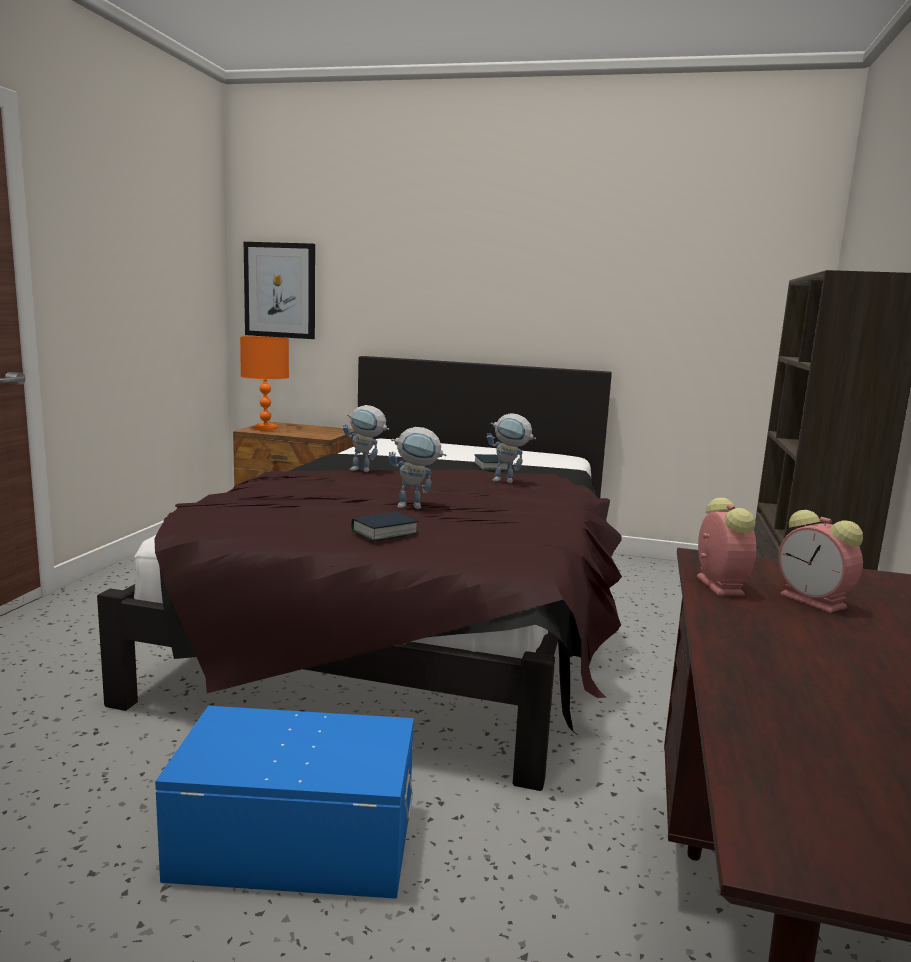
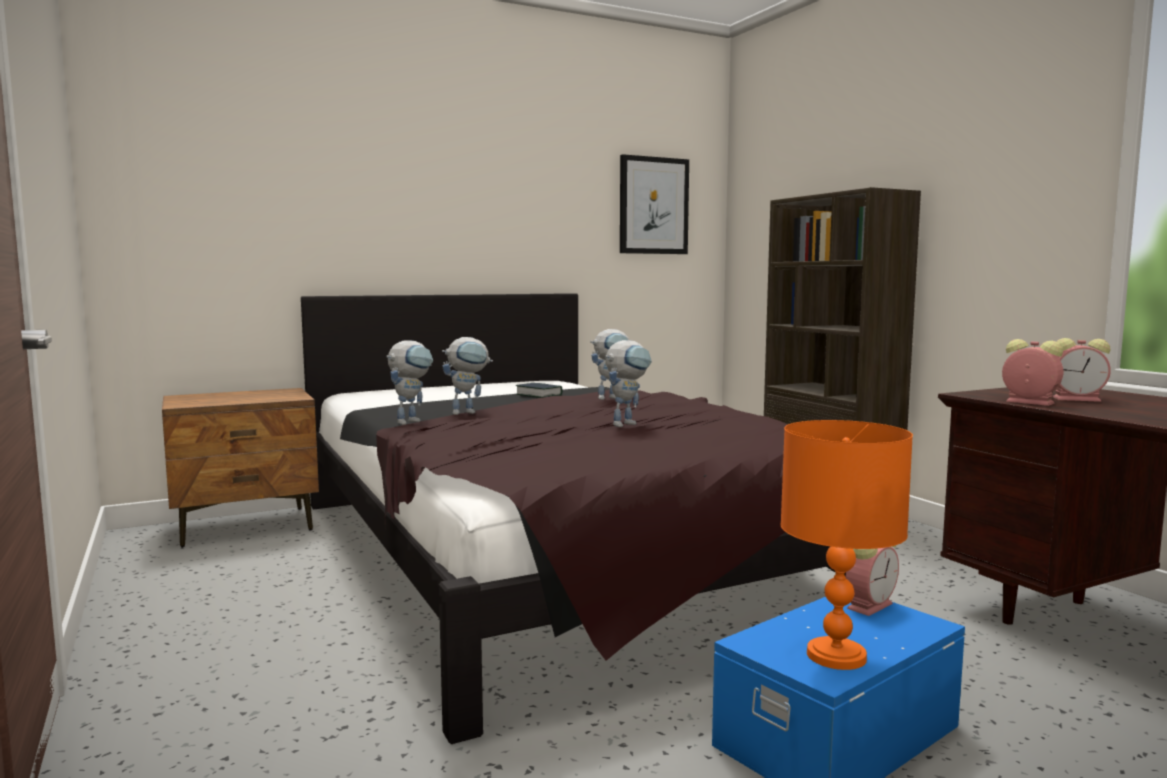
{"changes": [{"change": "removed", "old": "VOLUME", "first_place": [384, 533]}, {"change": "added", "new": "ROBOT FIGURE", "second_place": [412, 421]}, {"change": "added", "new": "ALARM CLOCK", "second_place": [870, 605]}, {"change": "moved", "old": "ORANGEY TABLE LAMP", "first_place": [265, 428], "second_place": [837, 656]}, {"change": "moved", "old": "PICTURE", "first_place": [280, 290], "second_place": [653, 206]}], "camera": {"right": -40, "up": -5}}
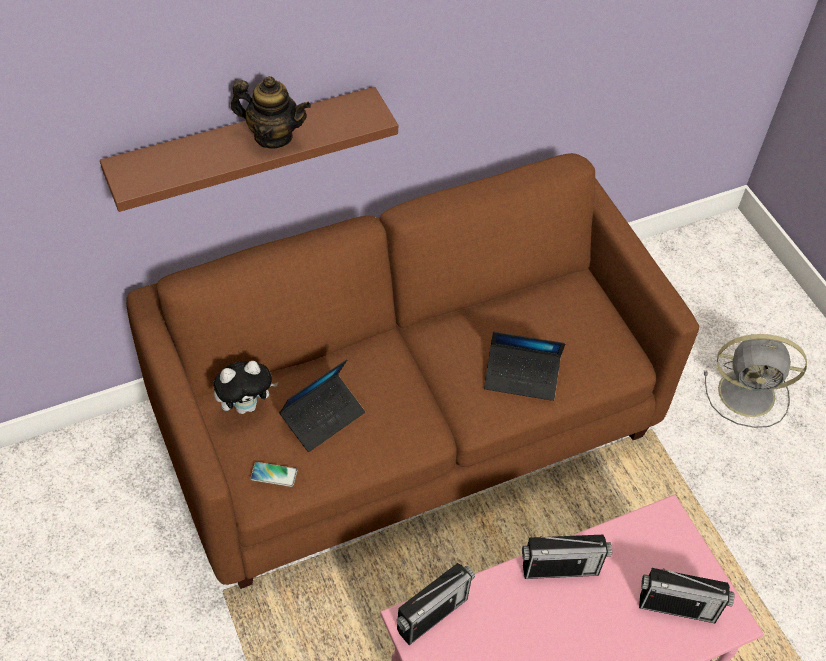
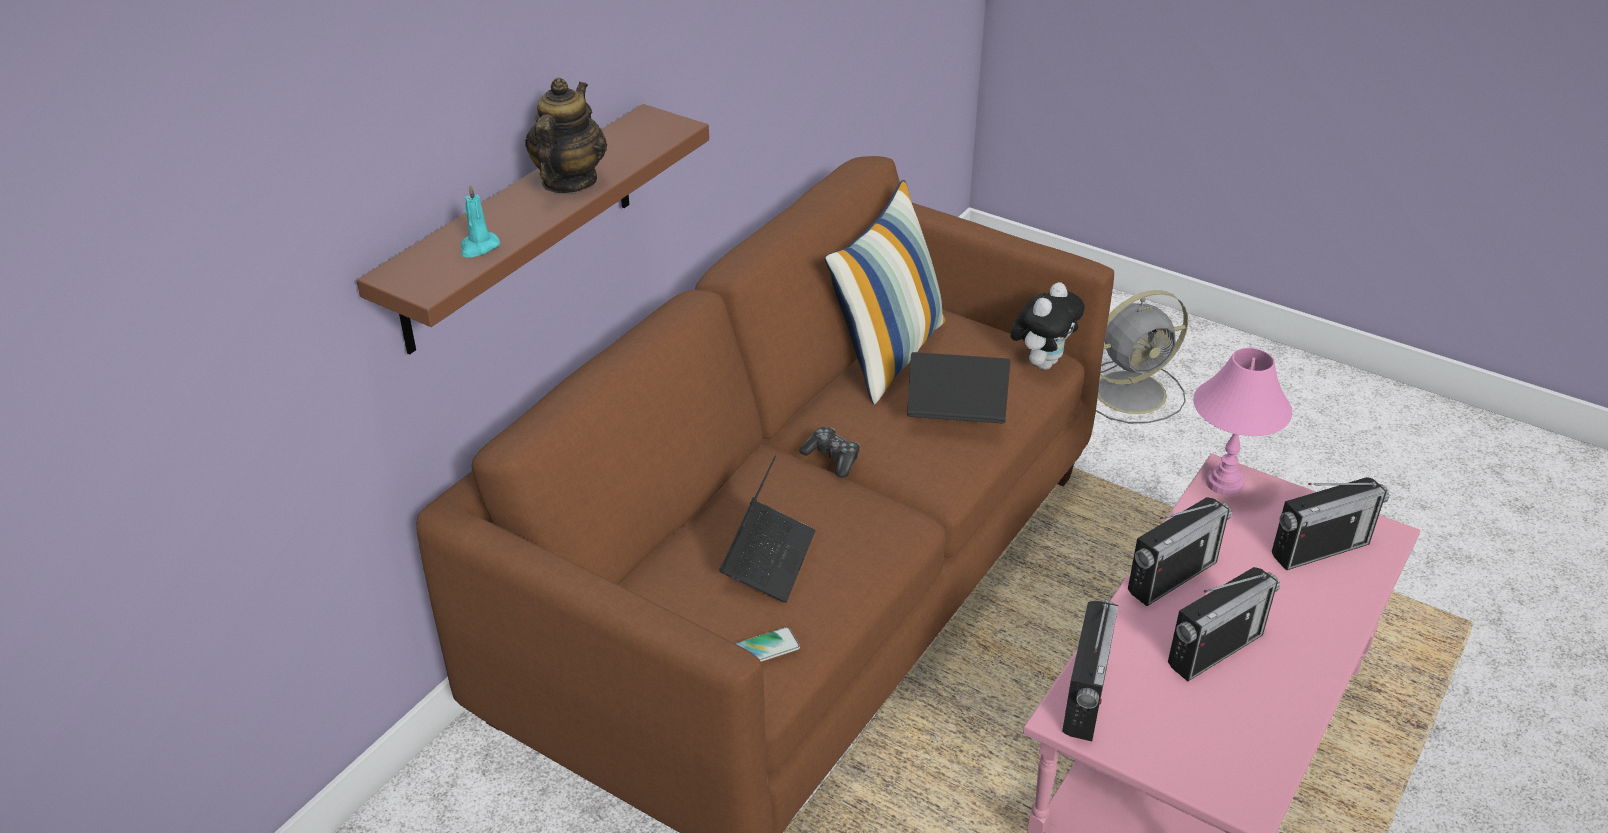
{"changes": [{"change": "added", "new": "BLUE-GREEN WAX LIGHT", "second_place": [478, 247]}, {"change": "added", "new": "GAME CONTROLLER", "second_place": [832, 458]}, {"change": "added", "new": "THROW PILLOW", "second_place": [887, 353]}, {"change": "added", "new": "RADIO", "second_place": [1215, 649]}, {"change": "added", "new": "PINK TABLE LAMP", "second_place": [1223, 483]}, {"change": "moved", "old": "PLUSH TOY", "first_place": [246, 405], "second_place": [1042, 362]}, {"change": "turned", "old": "TEA POT", "first_place": [273, 136], "second_place": [568, 181], "degrees": -60}, {"change": "turned", "old": "LAPTOP", "first_place": [521, 377], "second_place": [955, 418], "degrees": -150}], "camera": {"right": -30, "up": -15}}
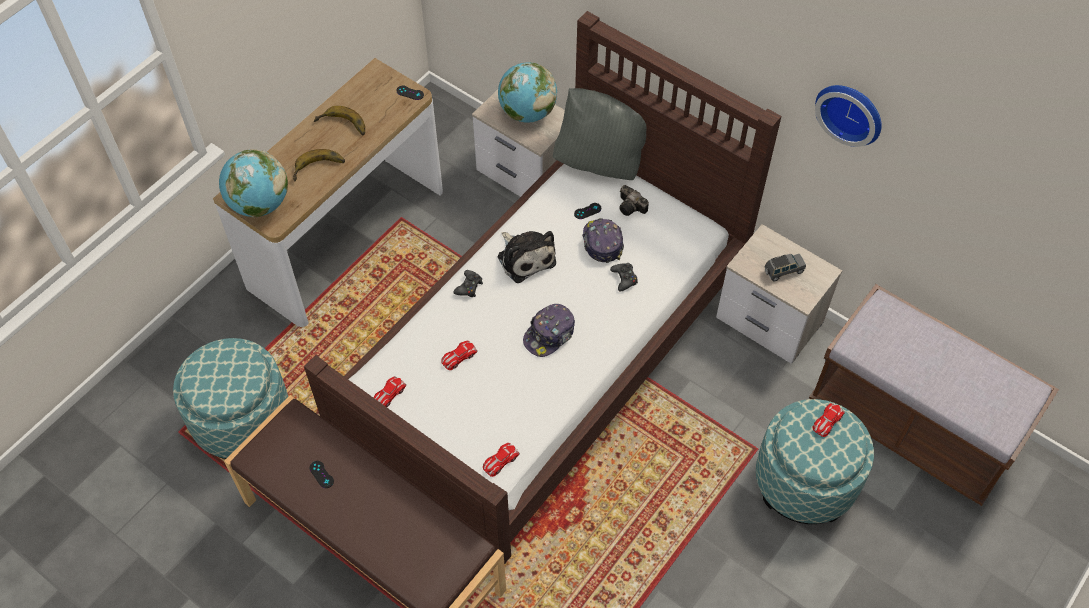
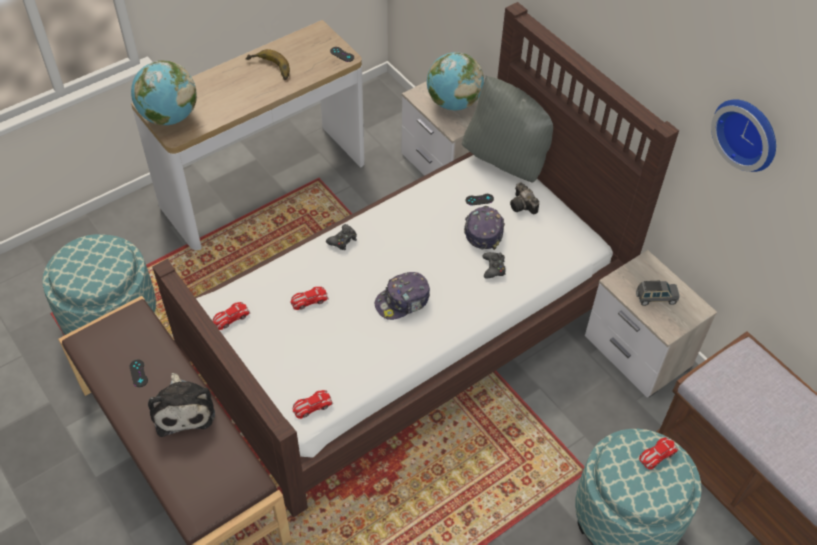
{"changes": [{"change": "removed", "old": "BANANA FRUIT", "first_place": [319, 169]}, {"change": "moved", "old": "PLUSH TOY", "first_place": [525, 257], "second_place": [183, 408]}], "camera": {"right": 15, "up": -5}}
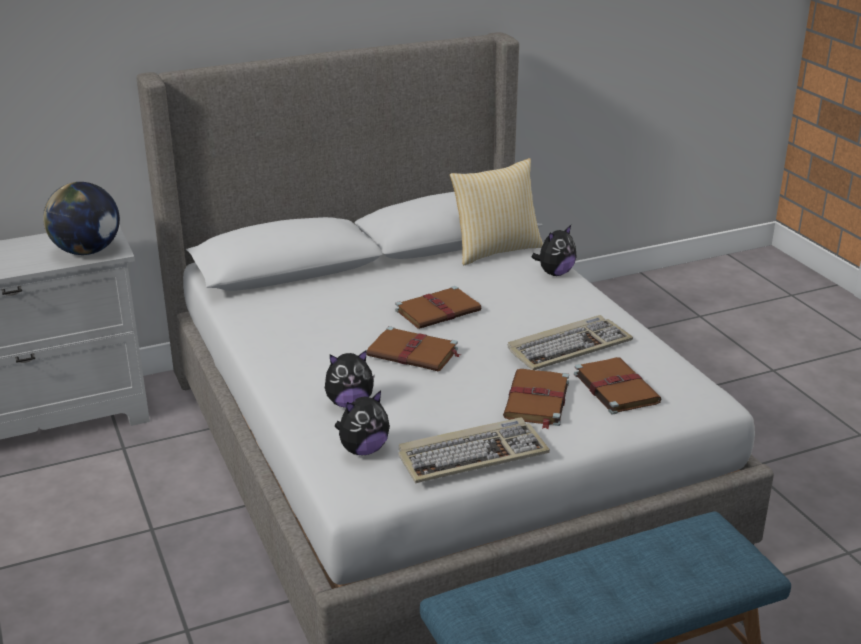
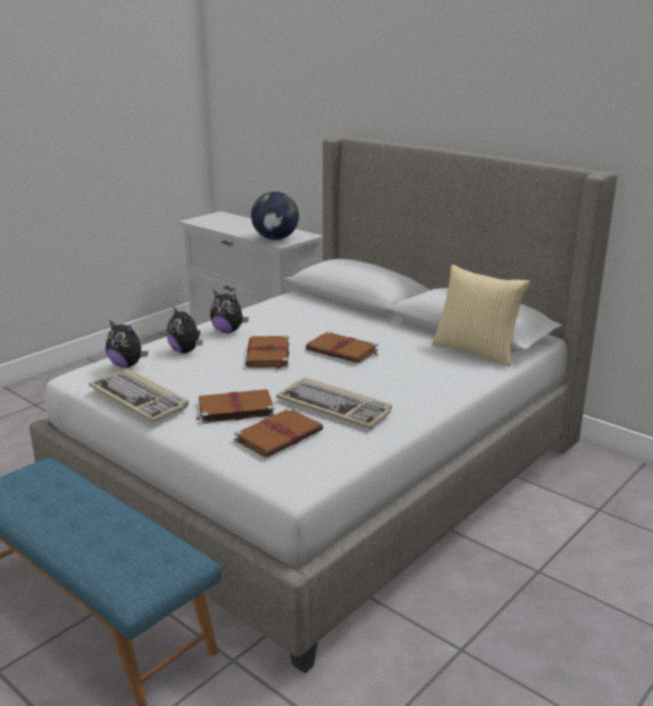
{"changes": [{"change": "moved", "old": "PLUSH TOY", "first_place": [555, 273], "second_place": [228, 331]}], "camera": {"right": 65, "up": -5}}
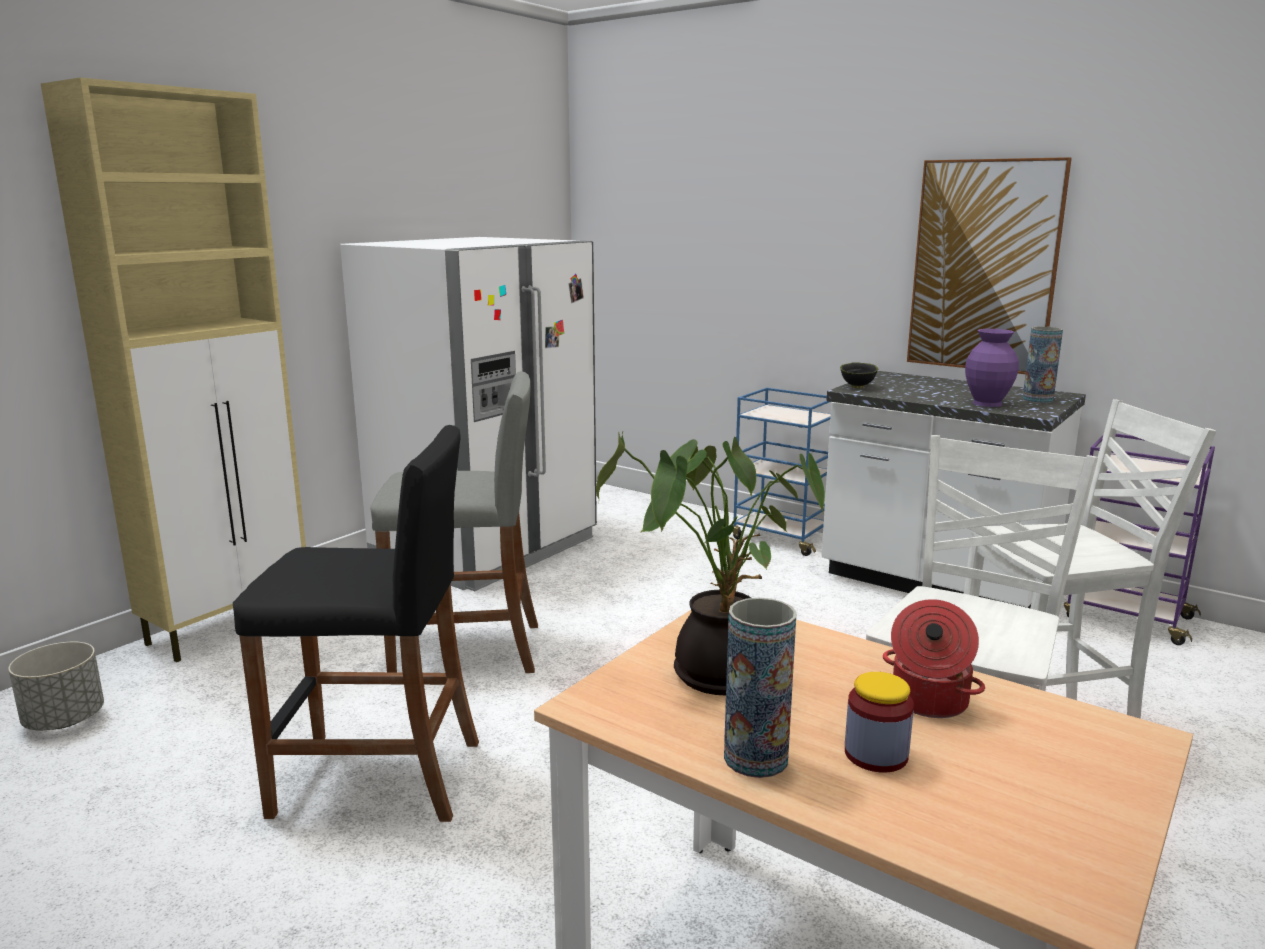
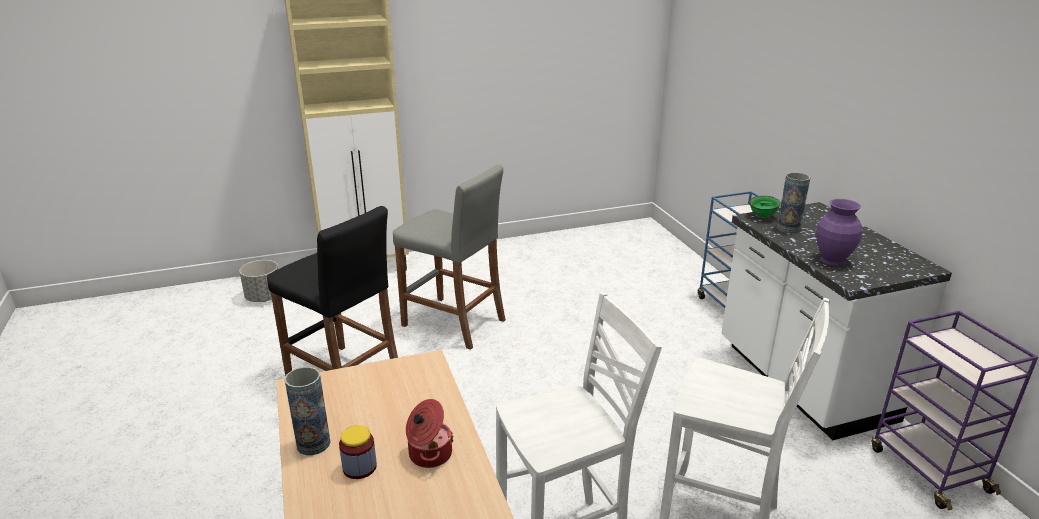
{"changes": [{"change": "removed", "old": "WHITE-COLOURED REFRIGERATOR", "first_place": [485, 549]}, {"change": "removed", "old": "HOUSEPLANT", "first_place": [715, 671]}, {"change": "removed", "old": "PICTURE", "first_place": [984, 266]}, {"change": "moved", "old": "VASE", "first_place": [1037, 399], "second_place": [788, 228]}, {"change": "recoloured", "old": "BLACK-COLOURED DEEP DISH", "new": "GREEN DEEP DISH", "first_place": [858, 387], "second_place": [763, 217]}], "camera": {"right": 35, "up": 10}}
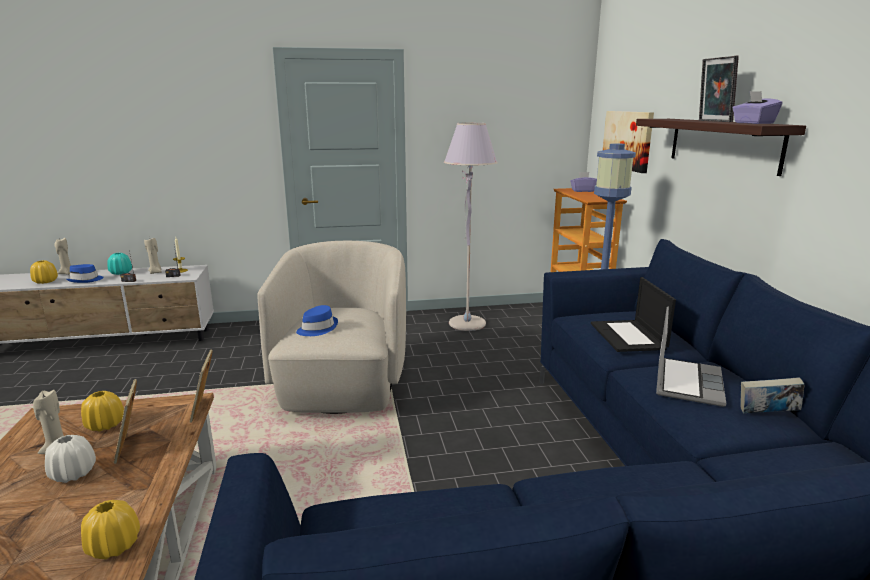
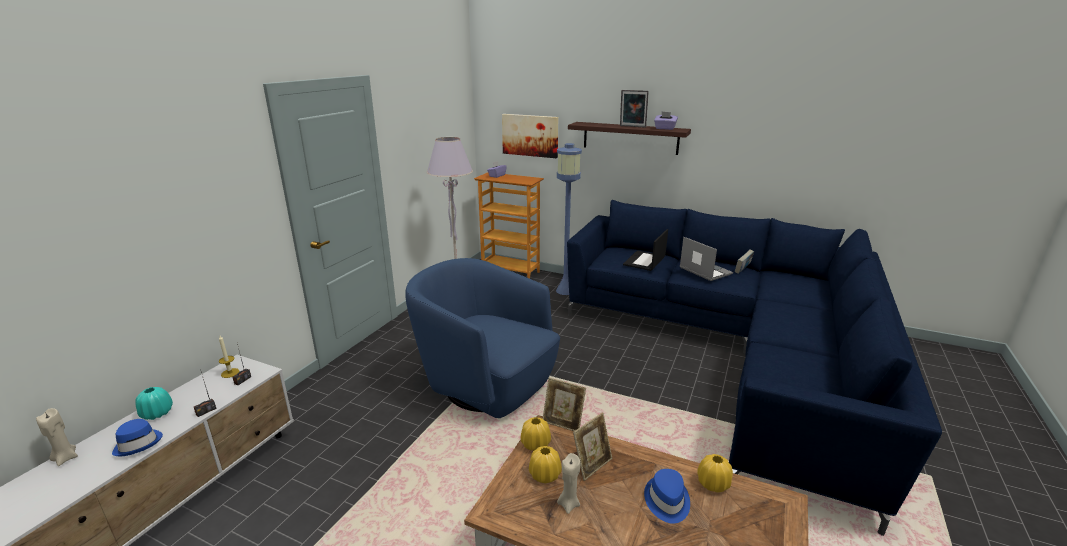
{"changes": [{"change": "removed", "old": "WHITE-COLOURED VASE", "first_place": [73, 474]}, {"change": "removed", "old": "SAND-COLOURED WAX LIGHT", "first_place": [156, 272]}, {"change": "moved", "old": "YELLOW VASE", "first_place": [45, 282], "second_place": [535, 444]}, {"change": "moved", "old": "BLUE-COLOURED HAT", "first_place": [317, 328], "second_place": [666, 501]}, {"change": "recoloured", "old": "SAND-COLOURED LOUNGE CHAIR", "new": "BLUE-COLOURED LOUNGE CHAIR", "first_place": [343, 387], "second_place": [486, 384]}, {"change": "turned", "old": "PICTURE FRAME", "first_place": [131, 446], "second_place": [592, 465], "degrees": -60}, {"change": "turned", "old": "LAPTOP", "first_place": [629, 336], "second_place": [644, 261], "degrees": 90}], "camera": {"right": -55, "up": 5}}
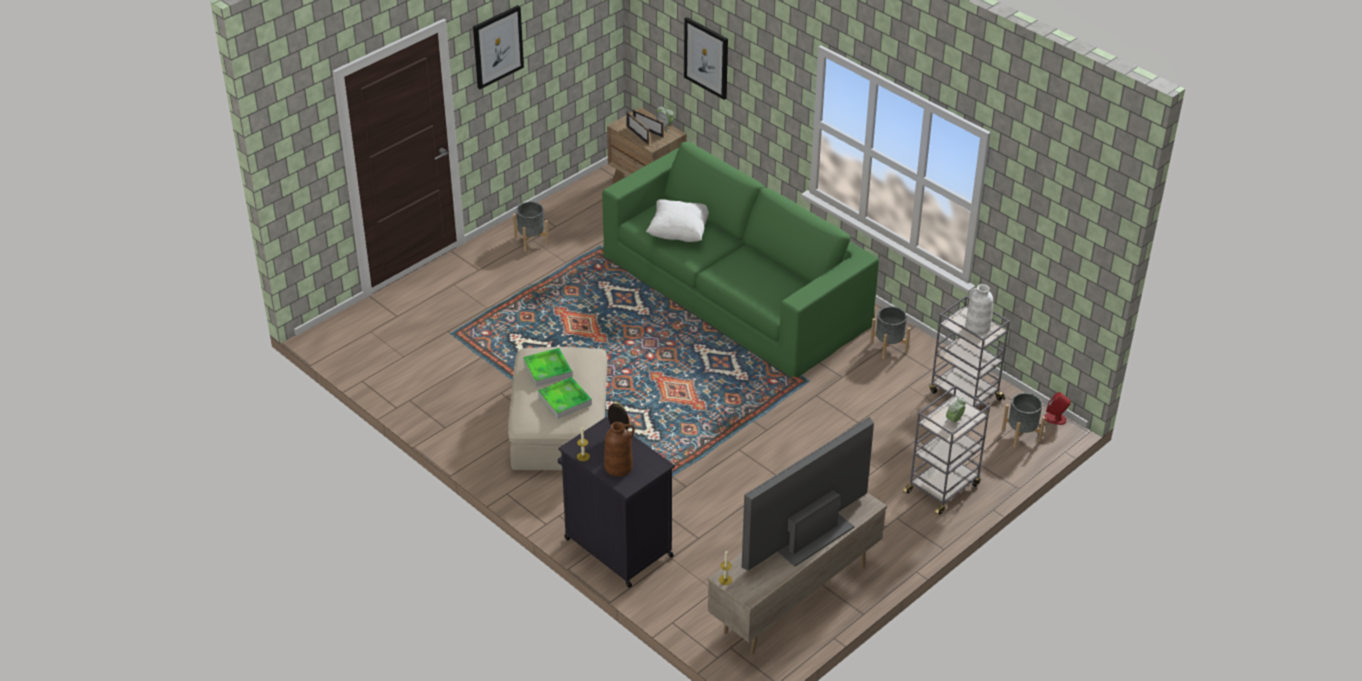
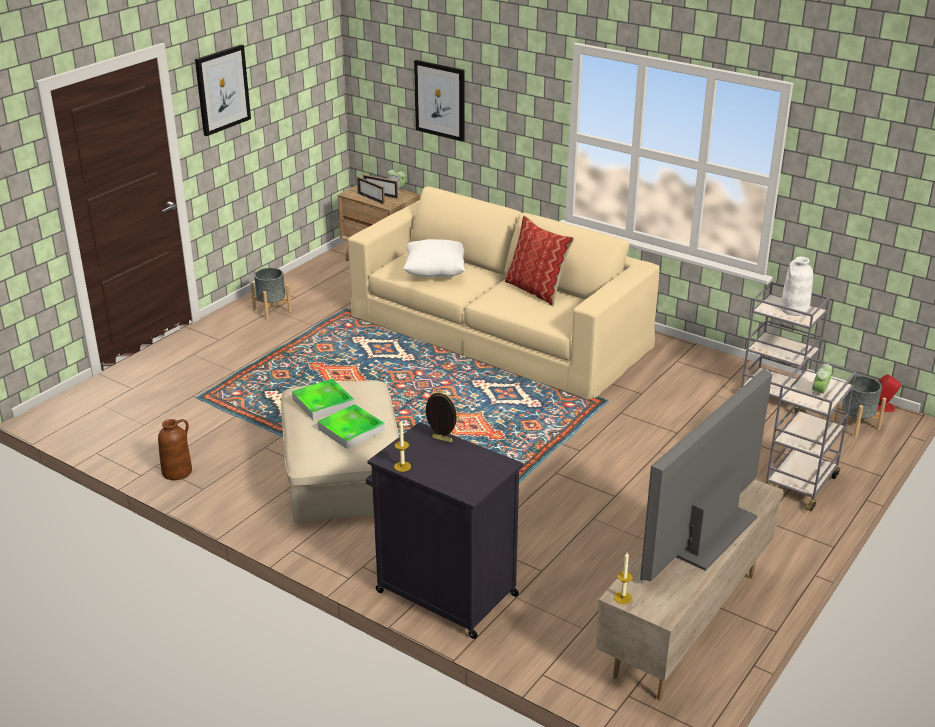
{"changes": [{"change": "removed", "old": "GRAY FLOWER POT", "first_place": [888, 347]}, {"change": "added", "new": "THROW PILLOW", "second_place": [537, 290]}, {"change": "moved", "old": "BROWN-COLOURED VASE", "first_place": [619, 466], "second_place": [177, 471]}, {"change": "recoloured", "old": "GREEN SOFA", "new": "SAND-COLOURED SOFA", "first_place": [736, 288], "second_place": [499, 330]}], "camera": {"right": -10, "up": -10}}
